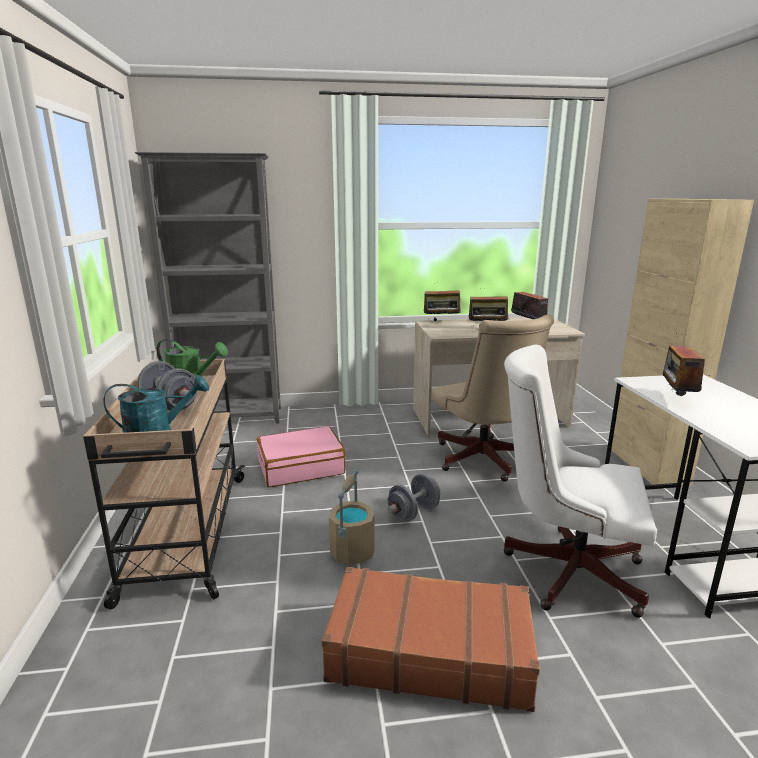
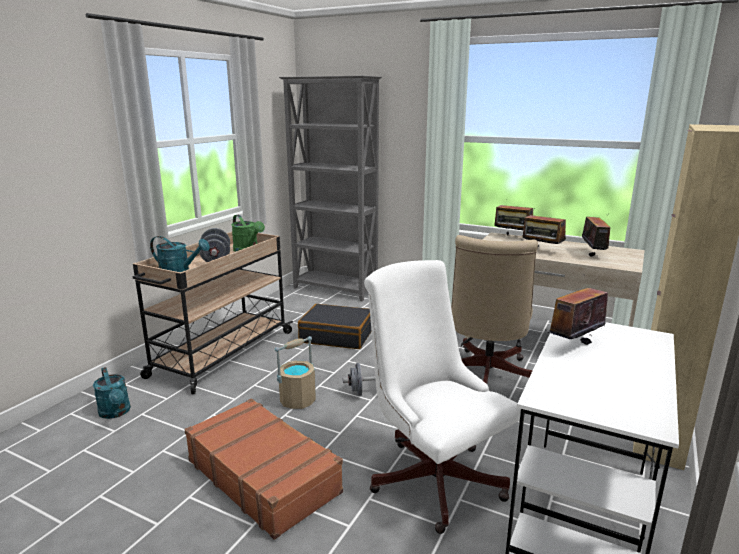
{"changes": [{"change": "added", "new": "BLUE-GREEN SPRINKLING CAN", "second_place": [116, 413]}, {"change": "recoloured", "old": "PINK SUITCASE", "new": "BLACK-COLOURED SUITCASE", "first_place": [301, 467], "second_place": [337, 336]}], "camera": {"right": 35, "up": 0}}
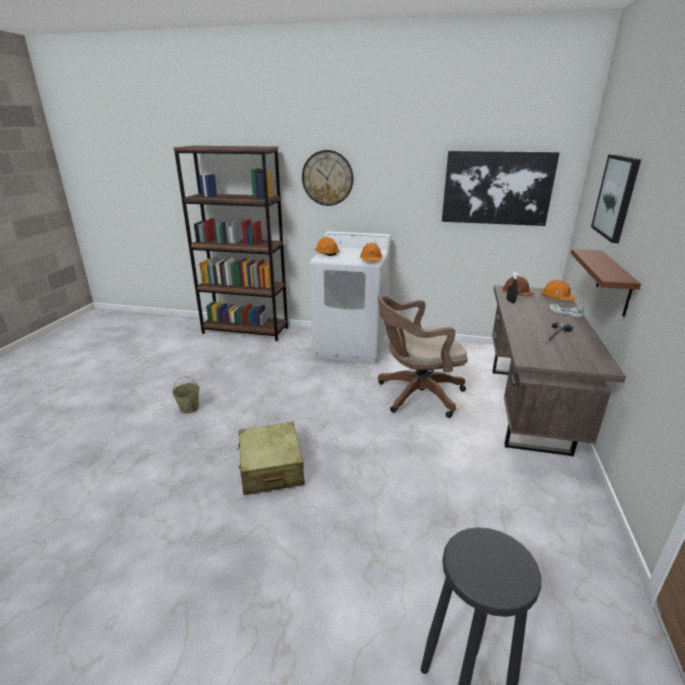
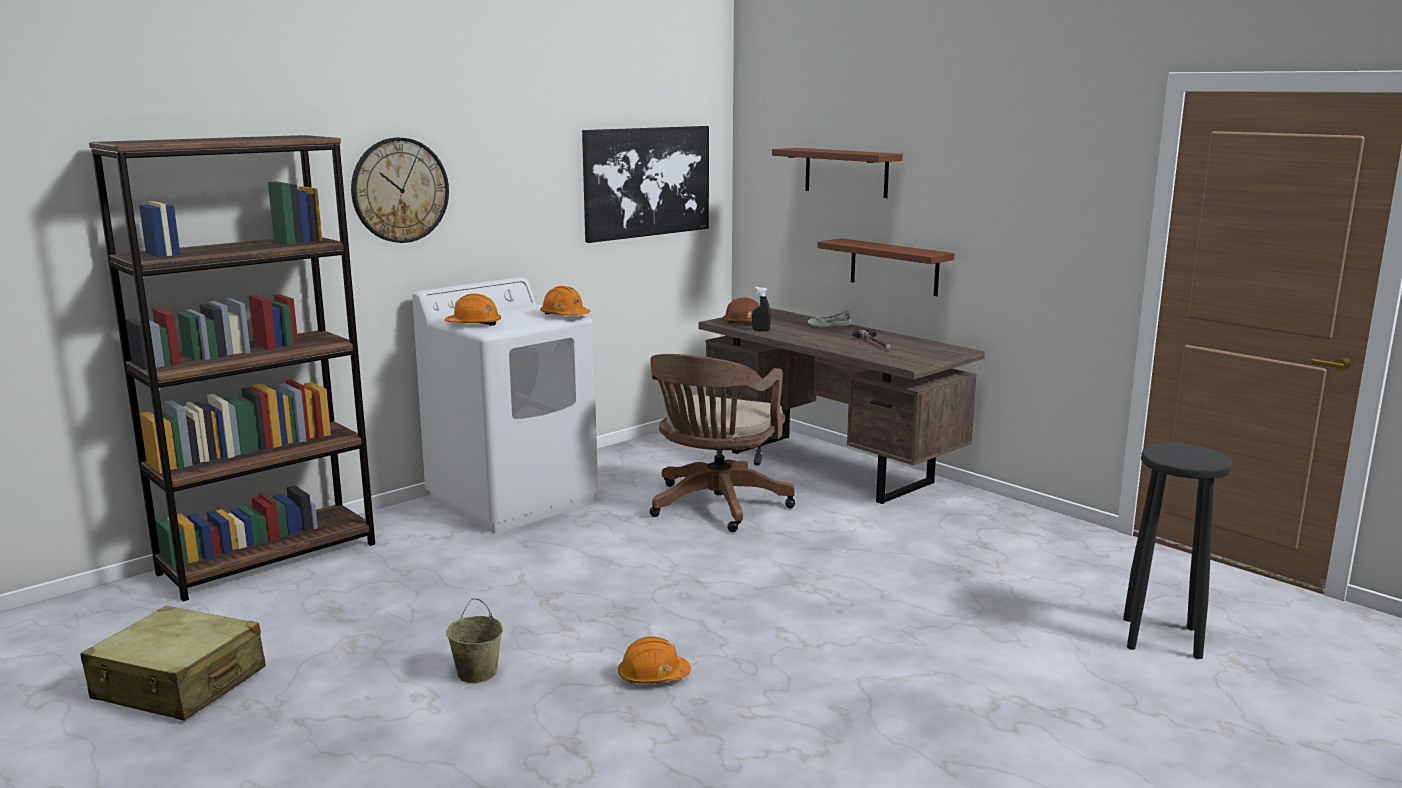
{"changes": [{"change": "moved", "old": "SAND-COLOURED SUITCASE", "first_place": [271, 468], "second_place": [179, 684]}, {"change": "moved", "old": "ORANGEY WORK HELMET", "first_place": [556, 298], "second_place": [653, 676]}, {"change": "replaced", "old": "PICTURE", "new": "BROWN-COLOURED BRACKET SHELF", "first_place": [616, 197], "second_place": [846, 172]}], "camera": {"right": -55, "up": -10}}
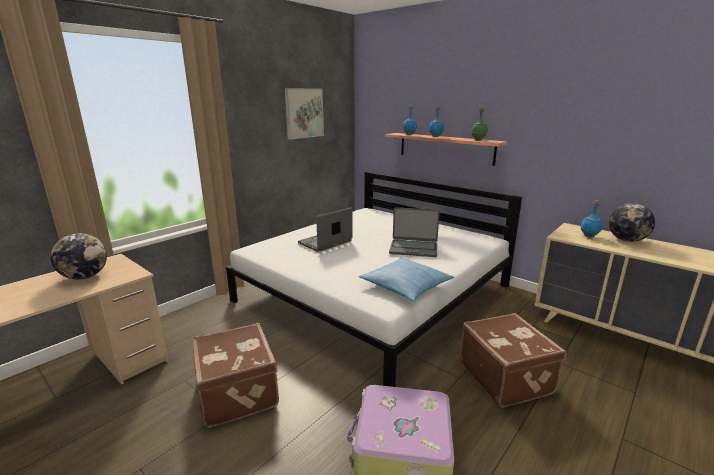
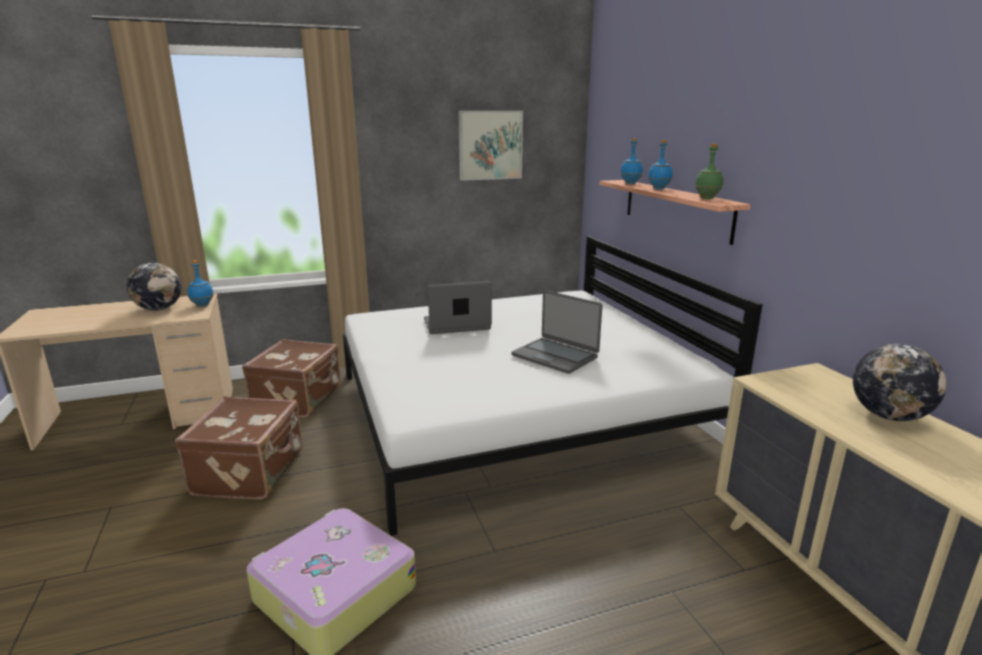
{"changes": [{"change": "removed", "old": "THROW PILLOW", "first_place": [405, 286]}, {"change": "moved", "old": "BROWN-COLOURED SUITCASE", "first_place": [506, 377], "second_place": [299, 399]}, {"change": "moved", "old": "BLUE-COLOURED BOTTLE", "first_place": [589, 236], "second_place": [202, 305]}], "camera": {"right": 30, "up": 0}}
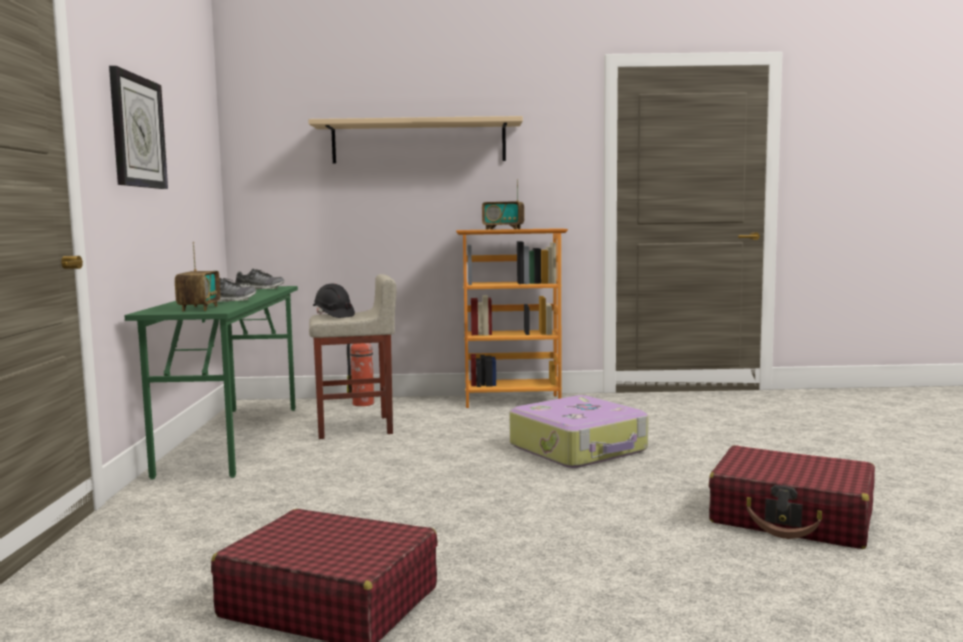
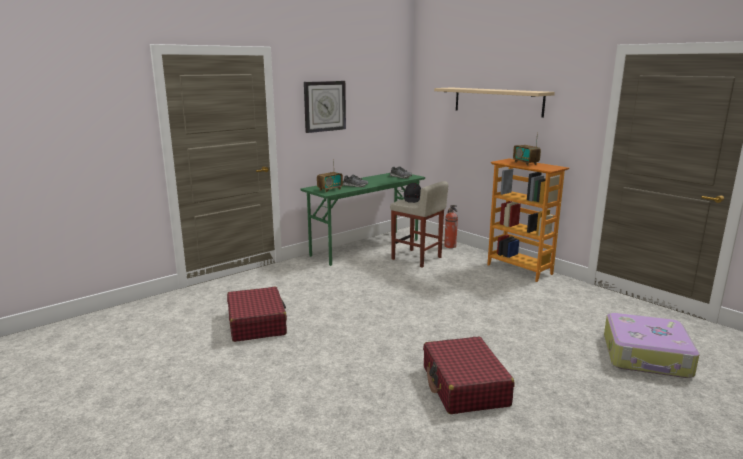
{"changes": [{"change": "moved", "old": "SUITCASE", "first_place": [579, 448], "second_place": [646, 356]}], "camera": {"right": 50, "up": 10}}
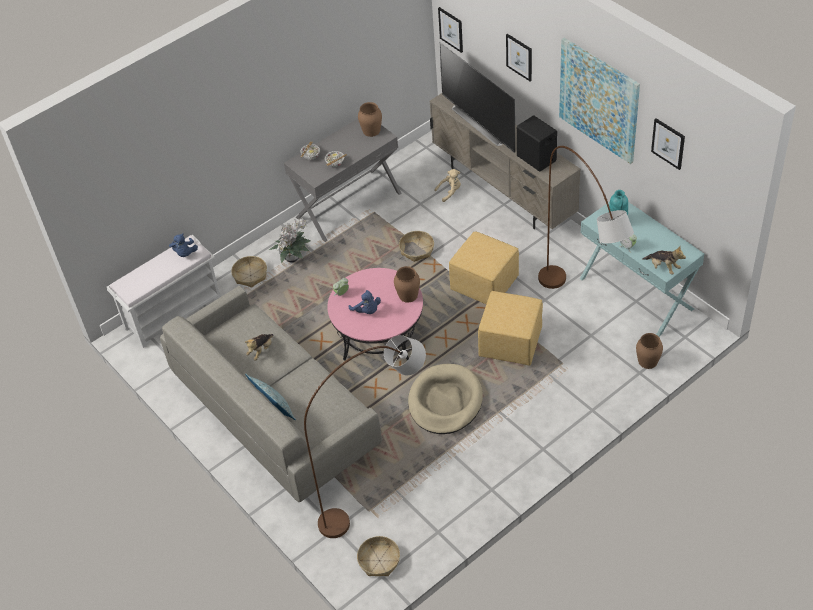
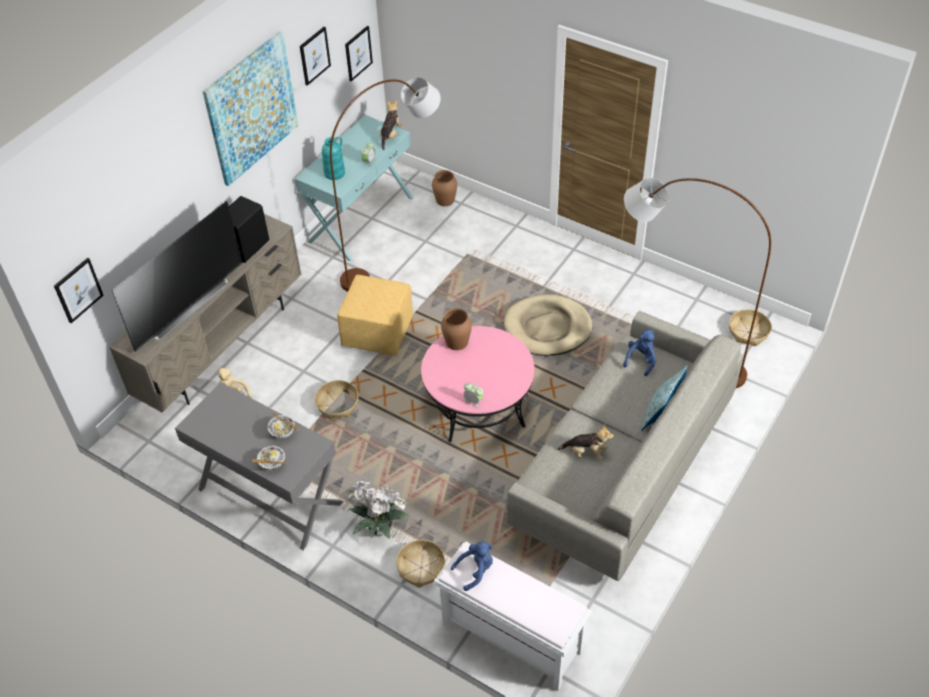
{"changes": [{"change": "removed", "old": "BROWN-COLOURED VASE", "first_place": [371, 131]}, {"change": "removed", "old": "YELLOW FOOTREST", "first_place": [511, 343]}, {"change": "moved", "old": "BLUE-COLOURED PLUSH TOY", "first_place": [367, 311], "second_place": [641, 360]}, {"change": "moved", "old": "PICTURE", "first_place": [519, 57], "second_place": [358, 53]}], "camera": {"right": -110, "up": 0}}
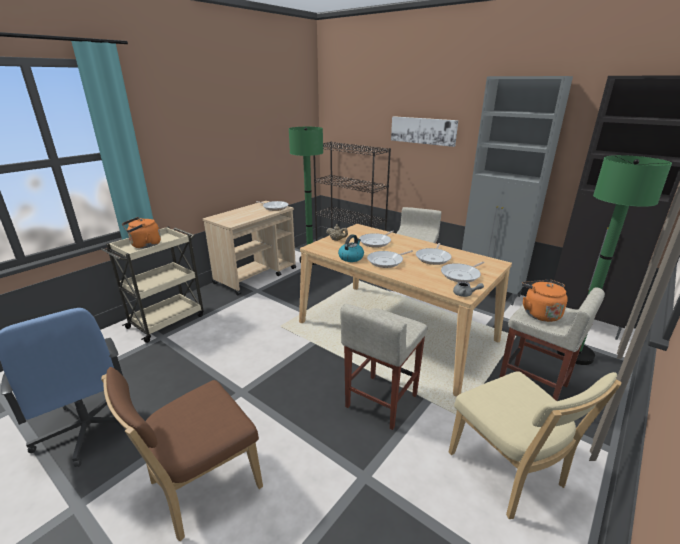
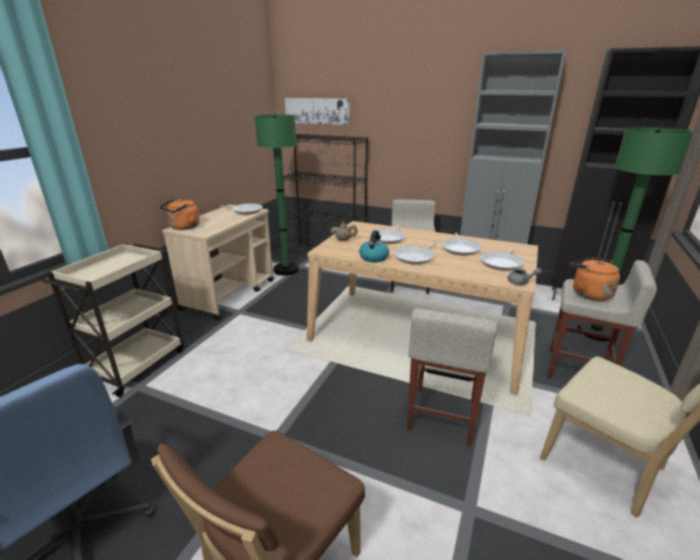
{"changes": [{"change": "moved", "old": "ORANGEY KETTLE", "first_place": [144, 245], "second_place": [183, 227]}, {"change": "moved", "old": "PICTURE", "first_place": [423, 130], "second_place": [317, 111]}], "camera": {"right": -15, "up": 0}}
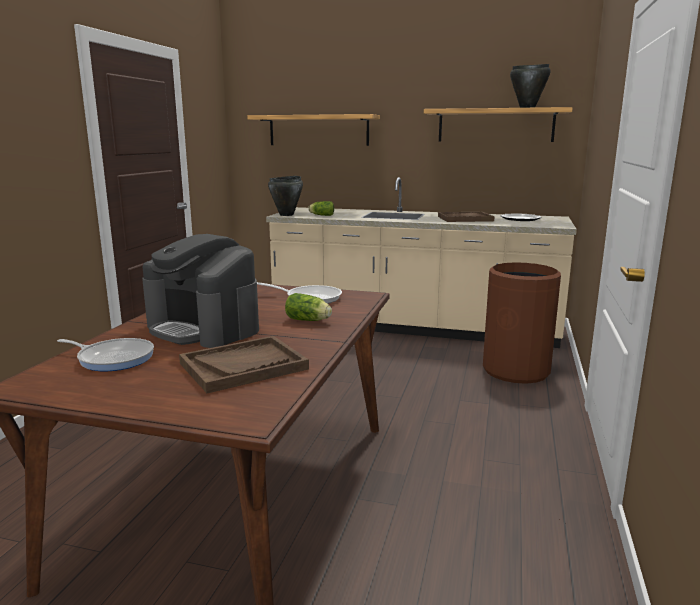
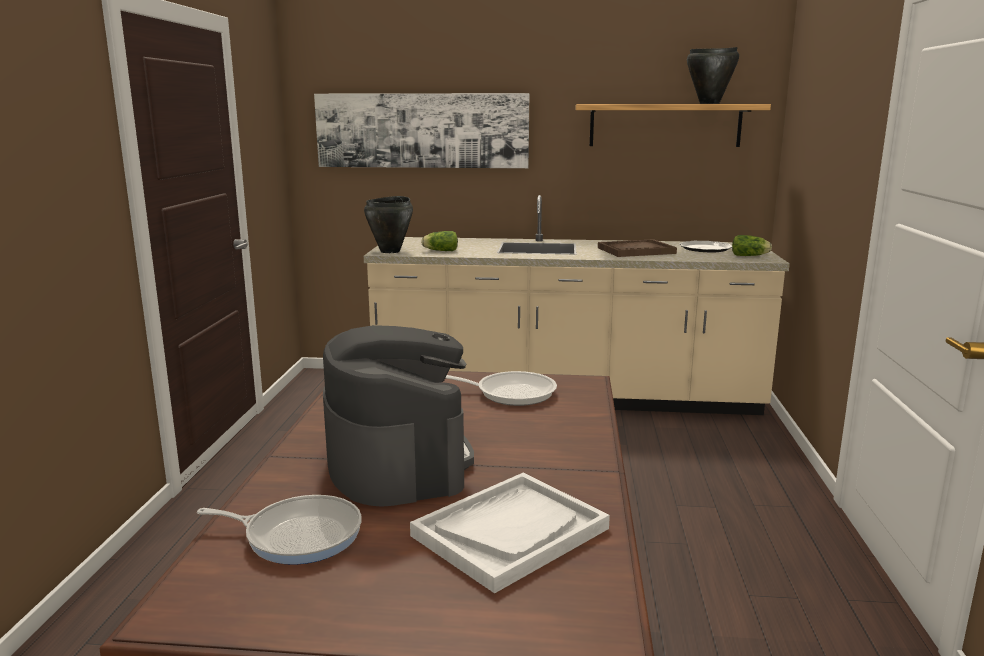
{"changes": [{"change": "removed", "old": "BROWN-COLOURED WASTE BIN", "first_place": [516, 370]}, {"change": "moved", "old": "LETTUCE HEAD", "first_place": [309, 320], "second_place": [750, 256]}, {"change": "replaced", "old": "BRACKET SHELF", "new": "PICTURE", "first_place": [318, 130], "second_place": [422, 130]}, {"change": "recoloured", "old": "BROWN-COLOURED SERVING TRAY", "new": "WHITE-COLOURED SERVING TRAY", "first_place": [244, 366], "second_place": [510, 532]}, {"change": "turned", "old": "COFFEE MACHINE", "first_place": [204, 328], "second_place": [397, 461], "degrees": -135}], "camera": {"right": -10, "up": 0}}
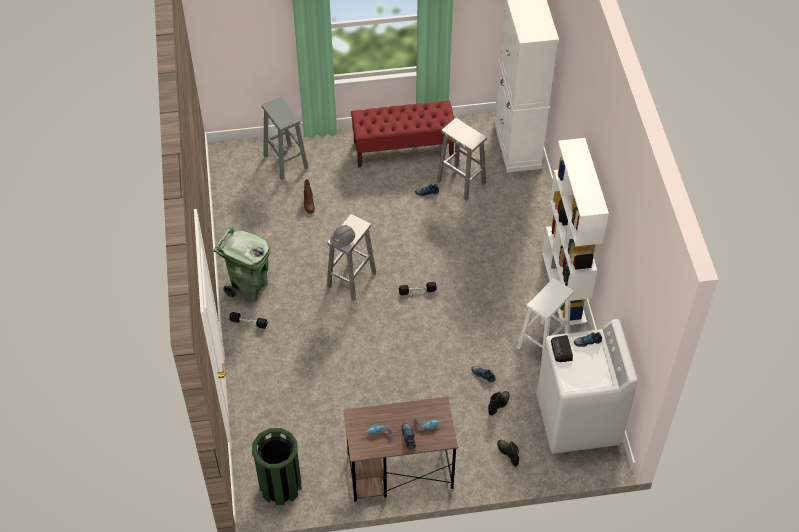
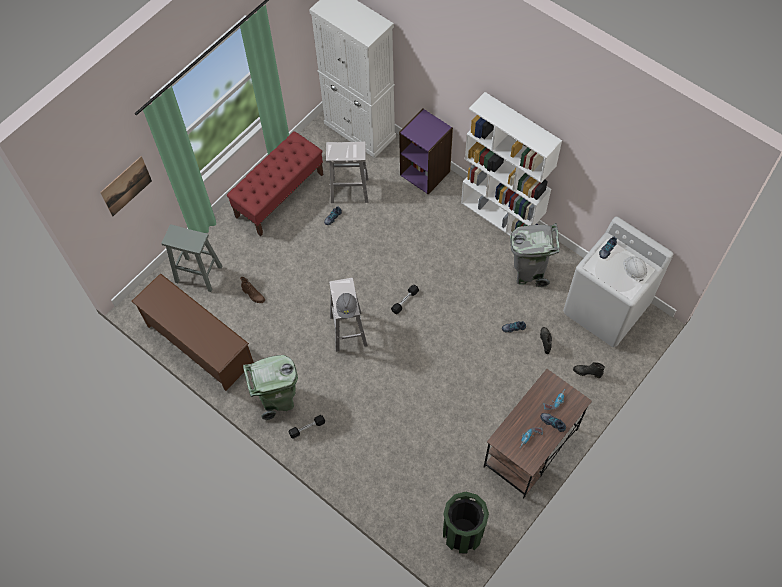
{"changes": [{"change": "removed", "old": "RADIO", "first_place": [562, 350]}, {"change": "added", "new": "PICTURE", "second_place": [126, 186]}, {"change": "added", "new": "BROWN-COLOURED SHOE RACK", "second_place": [199, 344]}, {"change": "added", "new": "PURPLE-COLOURED BOOKSHELF", "second_place": [425, 173]}, {"change": "added", "new": "WHITE-COLOURED WORK HELMET", "second_place": [634, 271]}, {"change": "replaced", "old": "WHITE-COLOURED STOOL", "new": "GRAY WASTE BIN", "first_place": [542, 344], "second_place": [529, 272]}], "camera": {"right": -40, "up": 10}}
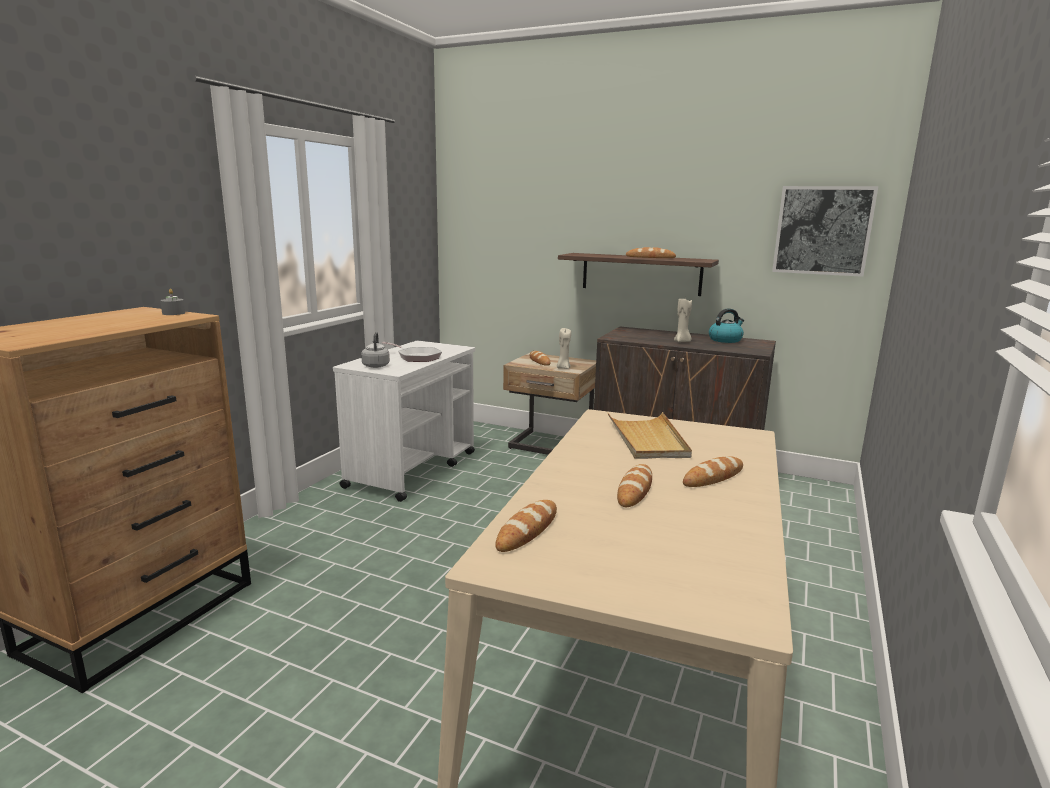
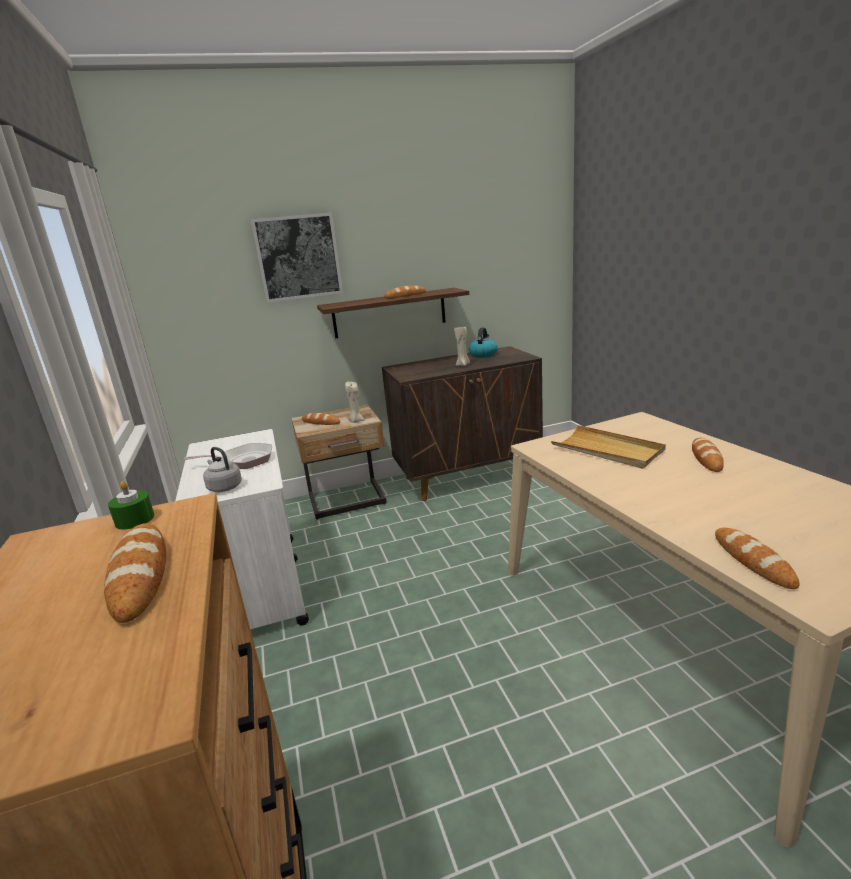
{"changes": [{"change": "moved", "old": "BAKED BREAD", "first_place": [635, 490], "second_place": [140, 575]}, {"change": "moved", "old": "PICTURE", "first_place": [822, 230], "second_place": [298, 257]}, {"change": "recoloured", "old": "GRAY WAX LIGHT", "new": "GREEN WAX LIGHT", "first_place": [173, 313], "second_place": [135, 520]}], "camera": {"right": -40, "up": 5}}
